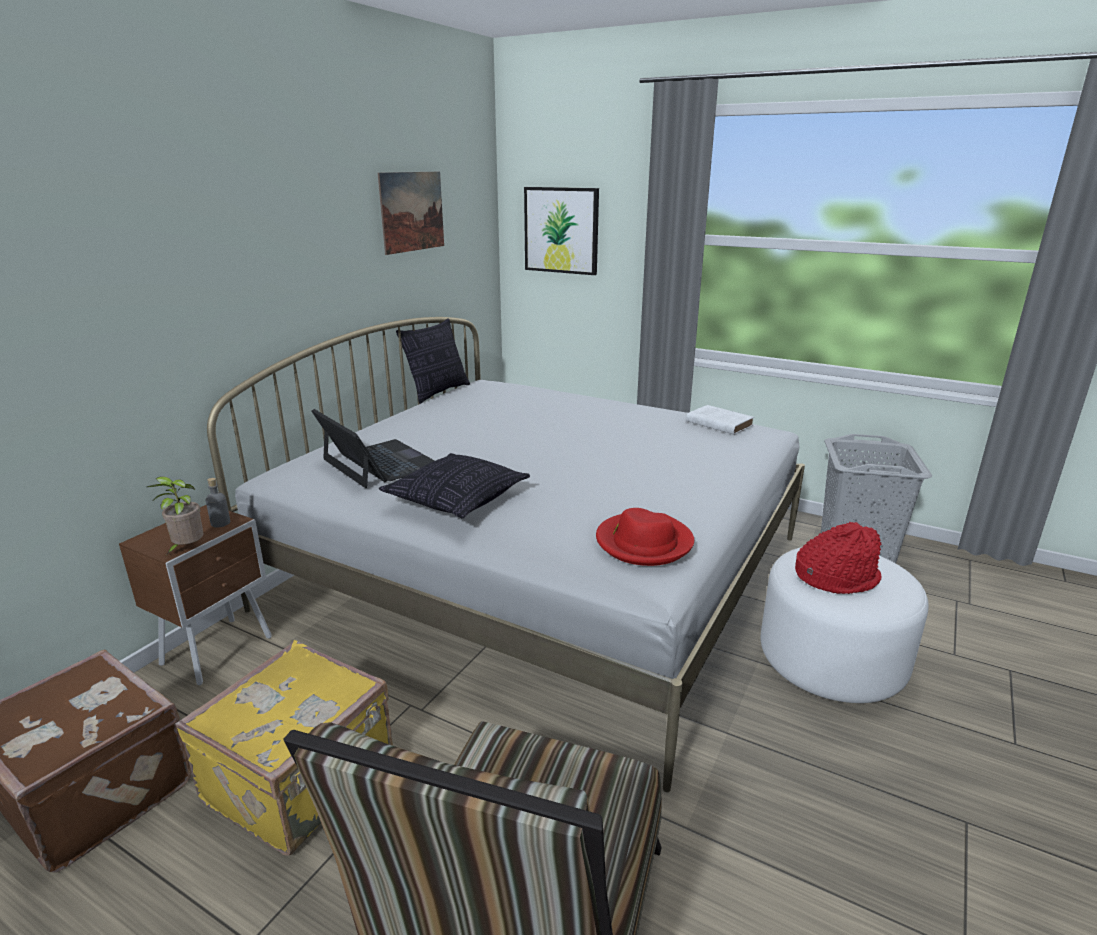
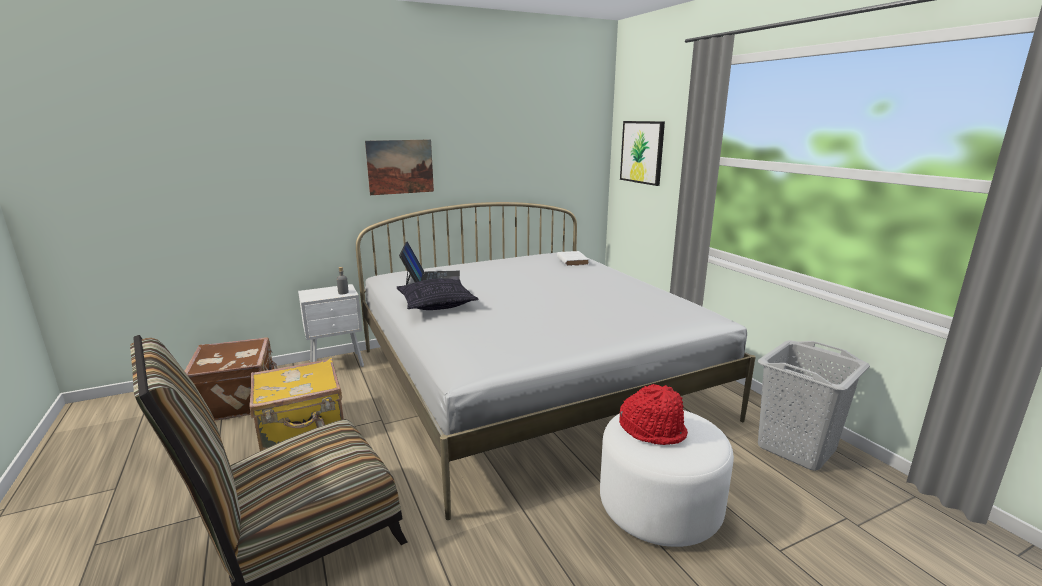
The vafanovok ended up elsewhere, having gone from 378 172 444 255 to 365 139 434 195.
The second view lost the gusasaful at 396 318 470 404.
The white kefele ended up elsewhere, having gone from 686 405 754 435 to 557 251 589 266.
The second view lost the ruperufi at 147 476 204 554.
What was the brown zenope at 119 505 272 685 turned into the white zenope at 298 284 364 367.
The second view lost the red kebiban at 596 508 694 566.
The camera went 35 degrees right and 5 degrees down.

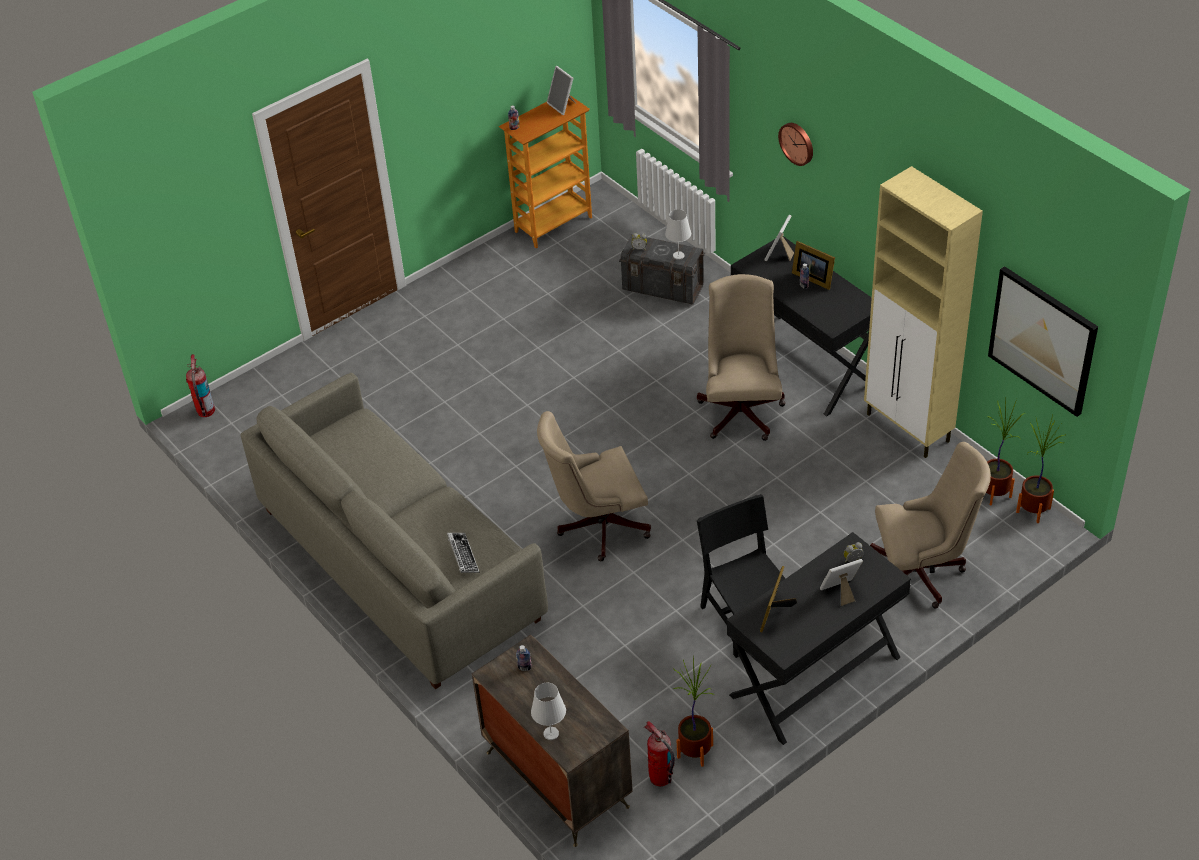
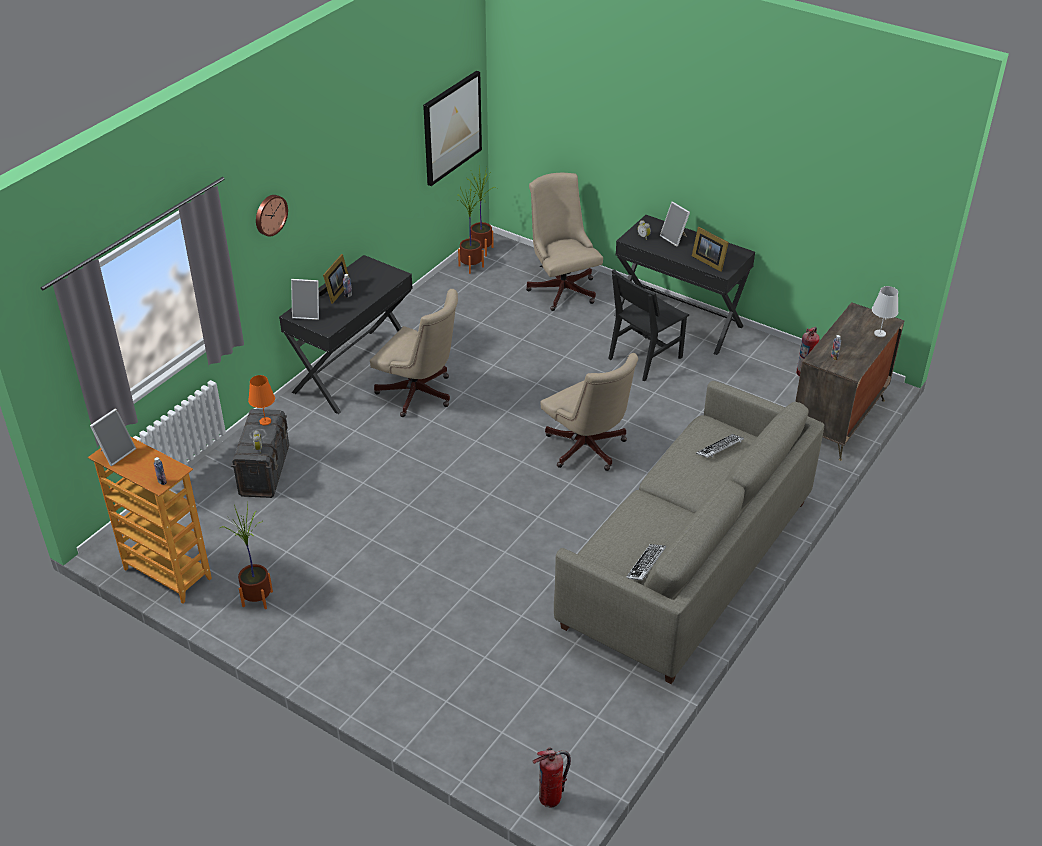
The second view lost the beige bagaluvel at 864 166 983 458.
What was the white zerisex at 665 209 691 260 turned into the orange zerisex at 248 375 275 425.
The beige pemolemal at 697 274 786 441 ended up facing another way, 135 degrees counterclockwise from before.
The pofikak at 760 566 797 632 ended up facing another way, 45 degrees clockwise from before.
The ruperufi ended up elsewhere, having gone from 673 657 714 767 to 220 503 273 610.
The second view gained the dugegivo at 626 544 666 580.
The camera went 110 degrees left and 5 degrees down.

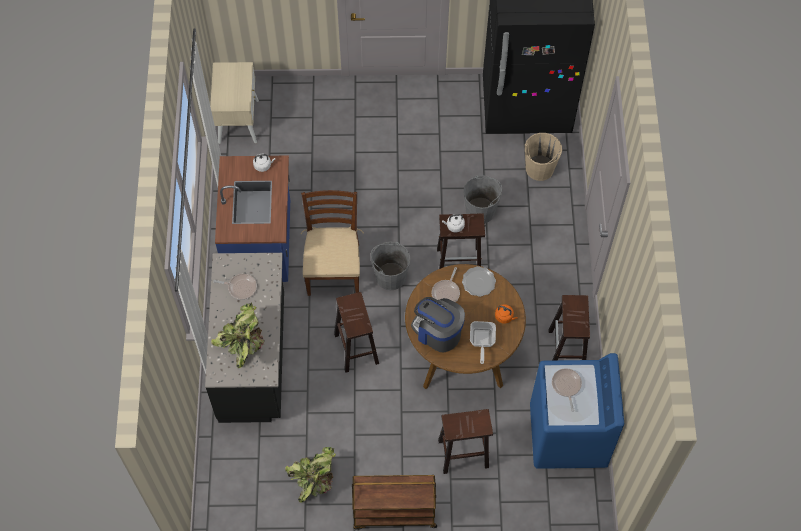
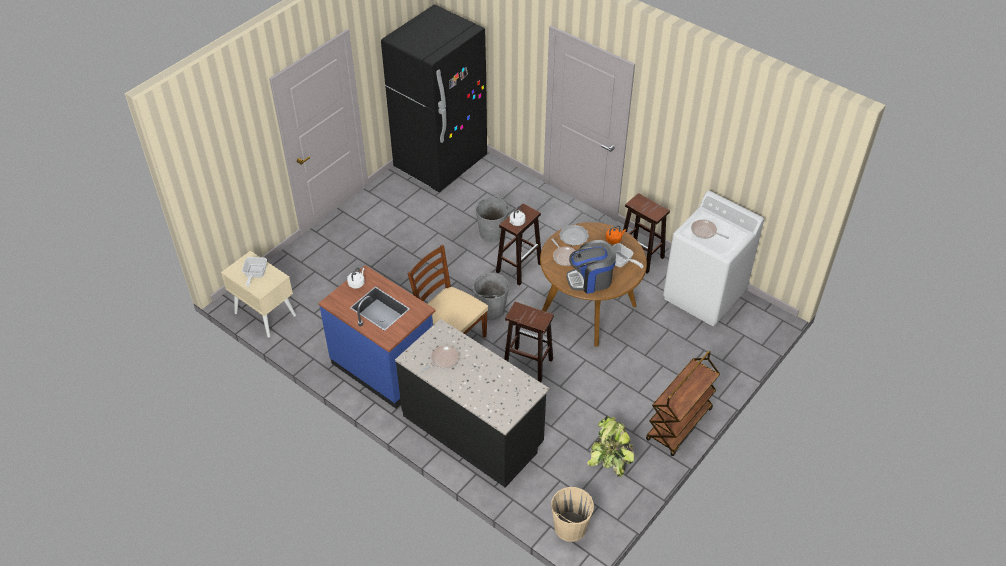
The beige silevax ended up elsewhere, having gone from 525 133 562 181 to 551 487 594 542.
The second view lost the ruperufi at 211 302 265 368.
What was the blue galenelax at 530 353 624 469 turned into the white galenelax at 663 191 764 326.
The second view lost the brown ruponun at 438 409 493 474.
The second view gained the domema at 242 257 267 287.
The camera went 50 degrees left and 15 degrees down.

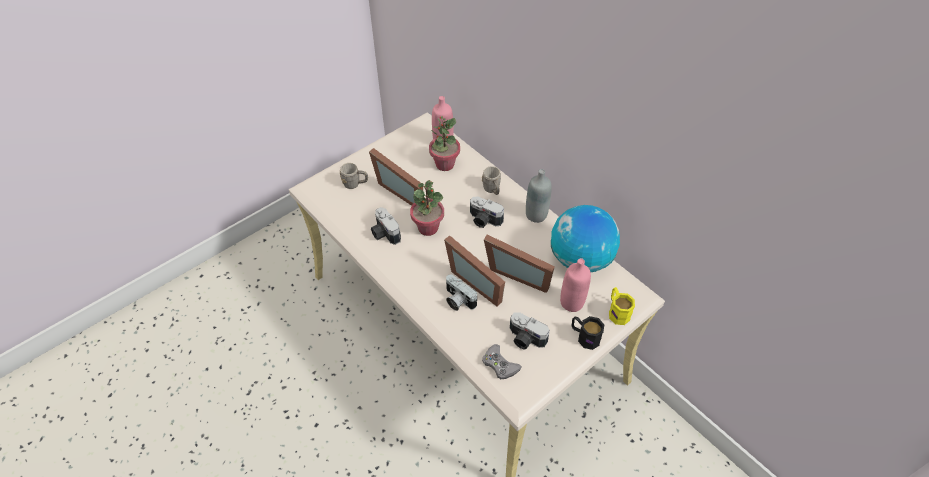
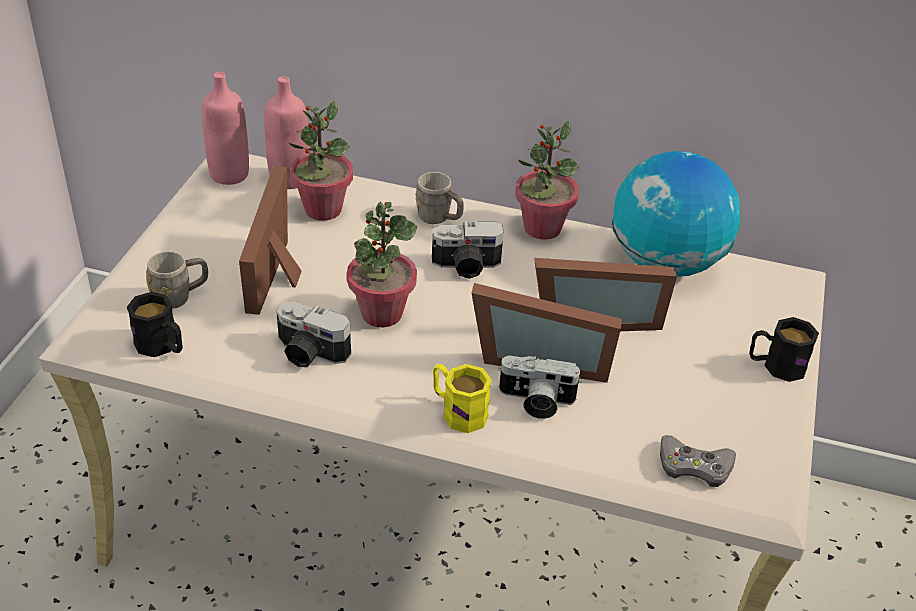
The pofikak at 369 148 423 206 ended up facing another way, 90 degrees clockwise from before.
Where the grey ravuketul stood at 526 169 552 223, the ruperufi came to stand at 515 120 579 240.
The pink ravuketul ended up elsewhere, having gone from 560 258 591 312 to 202 72 249 185.
The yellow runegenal ended up elsewhere, having gone from 609 287 635 325 to 433 364 492 433.
The second view lost the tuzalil at 510 313 550 350.
The second view gained the black runegenal at 127 292 183 357.
The camera went 35 degrees left and 10 degrees down.

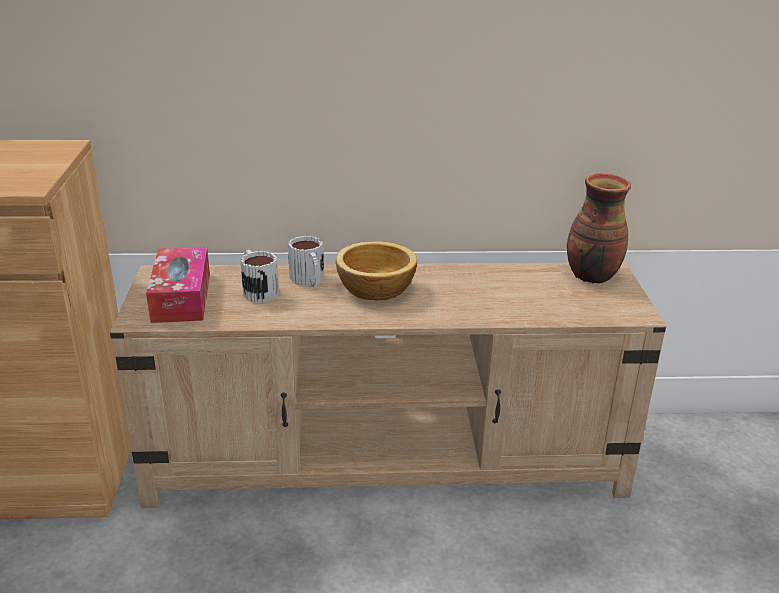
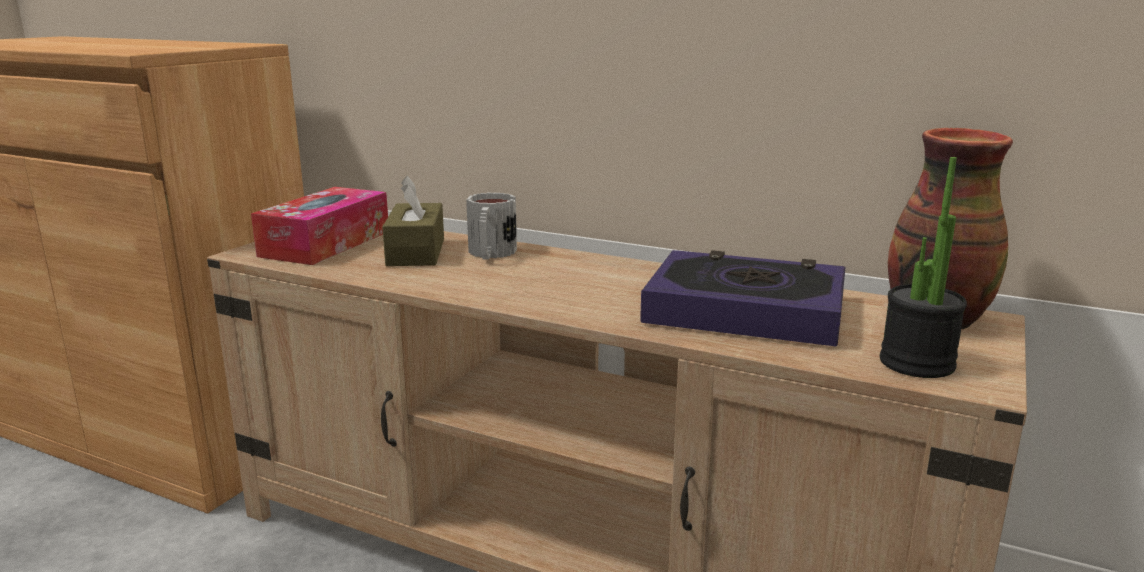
The second view lost the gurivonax at 336 241 417 300.
Where the runegenal stood at 240 250 279 303, the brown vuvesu came to stand at 382 176 444 266.
The second view gained the ruperufi at 880 157 967 378.
The second view gained the kefele at 640 250 846 346.
The camera went 30 degrees right and 10 degrees down.

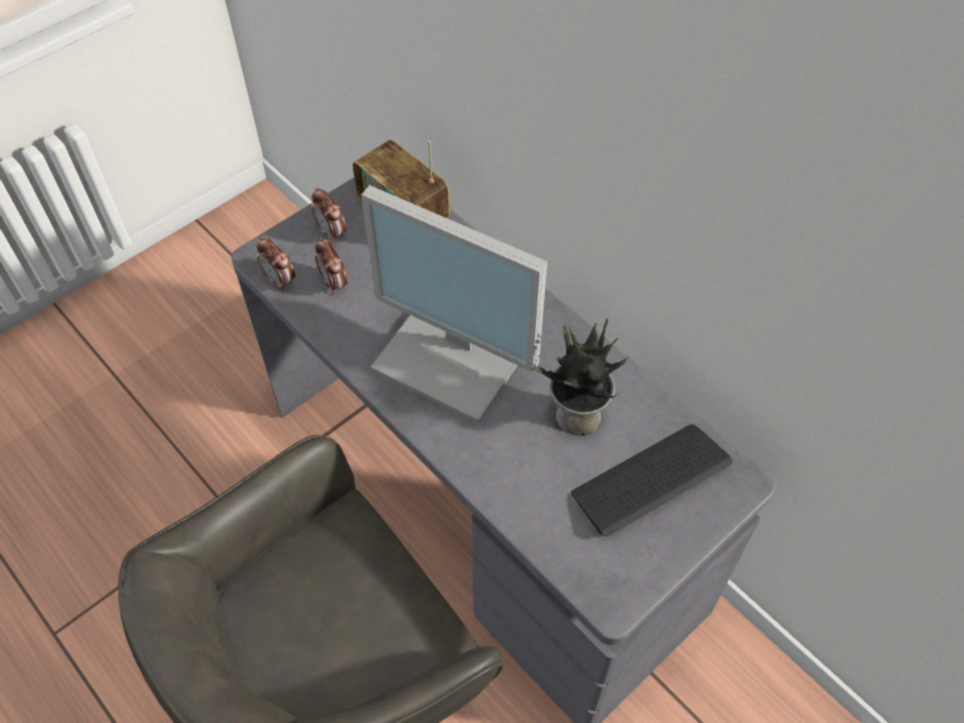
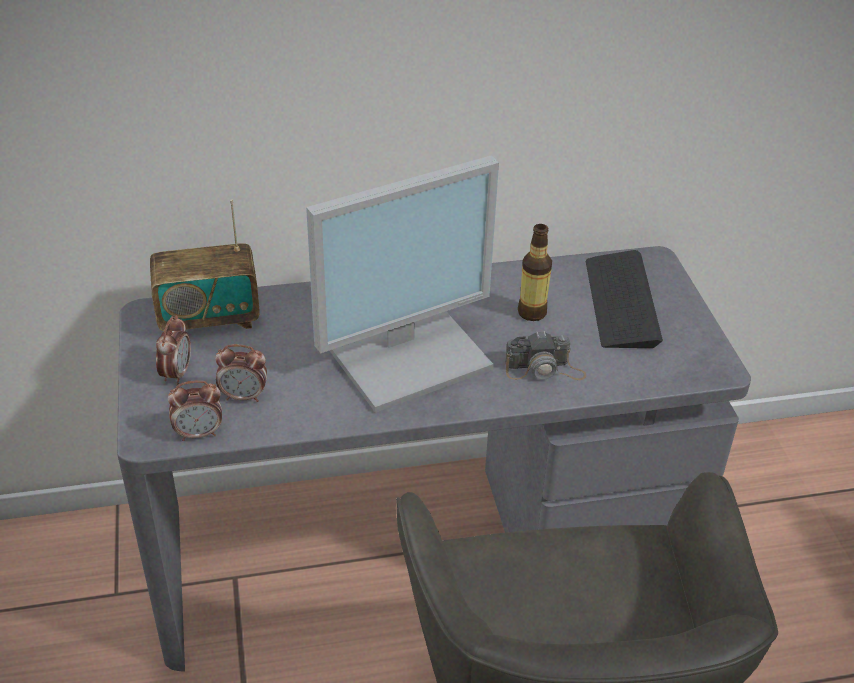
The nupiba at 311 188 346 243 ended up facing another way, 75 degrees counterclockwise from before.
Where the ruperufi stood at 526 319 628 436, the ravuketul came to stand at 518 224 552 321.
The second view gained the tuzalil at 505 331 586 380.
The camera went 60 degrees left and 15 degrees down.

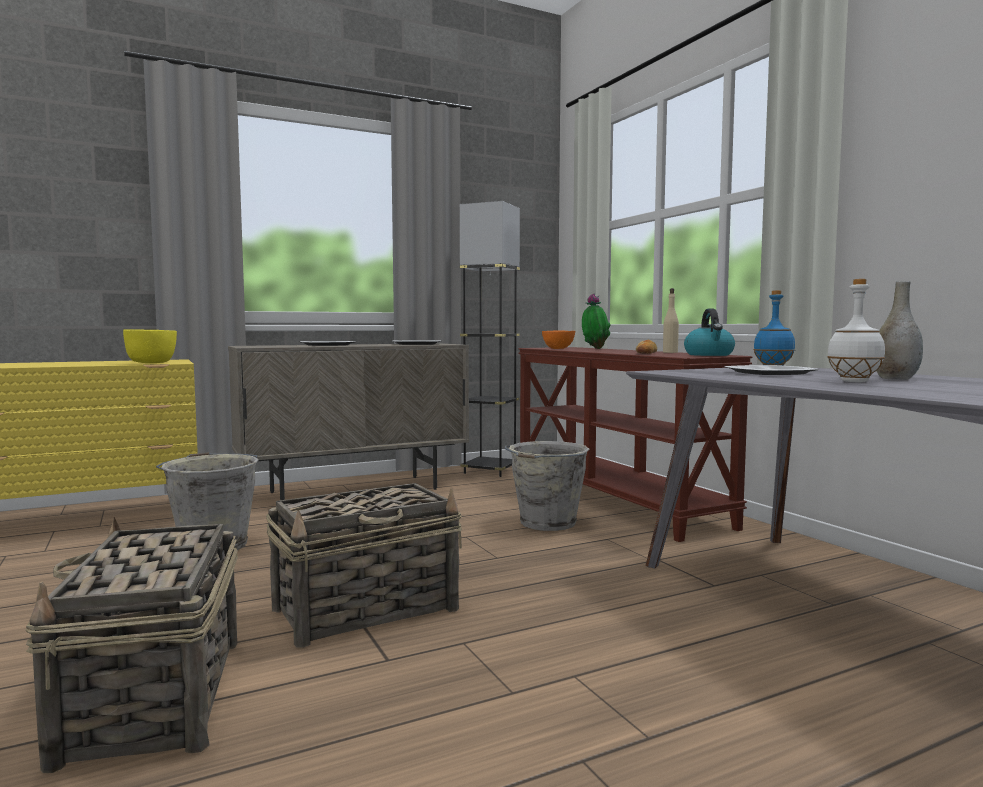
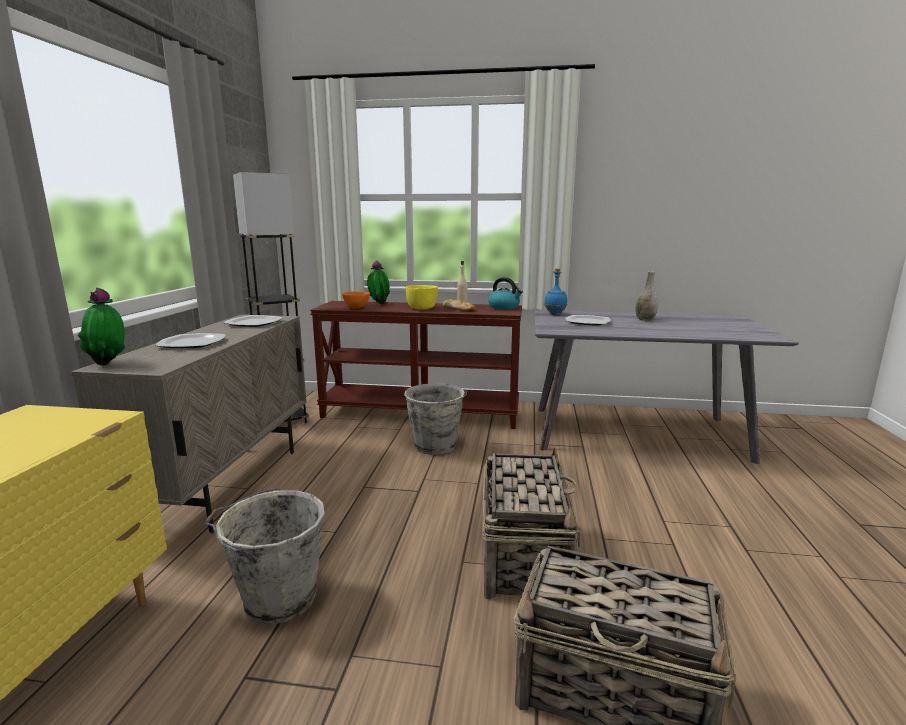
The second view lost the white ravuketul at 827 279 885 382.
The yellow gurivonax ended up elsewhere, having gone from 123 330 177 363 to 406 285 438 310.
The second view gained the ruperufi at 78 288 125 366.
The camera went 55 degrees left and 10 degrees up.

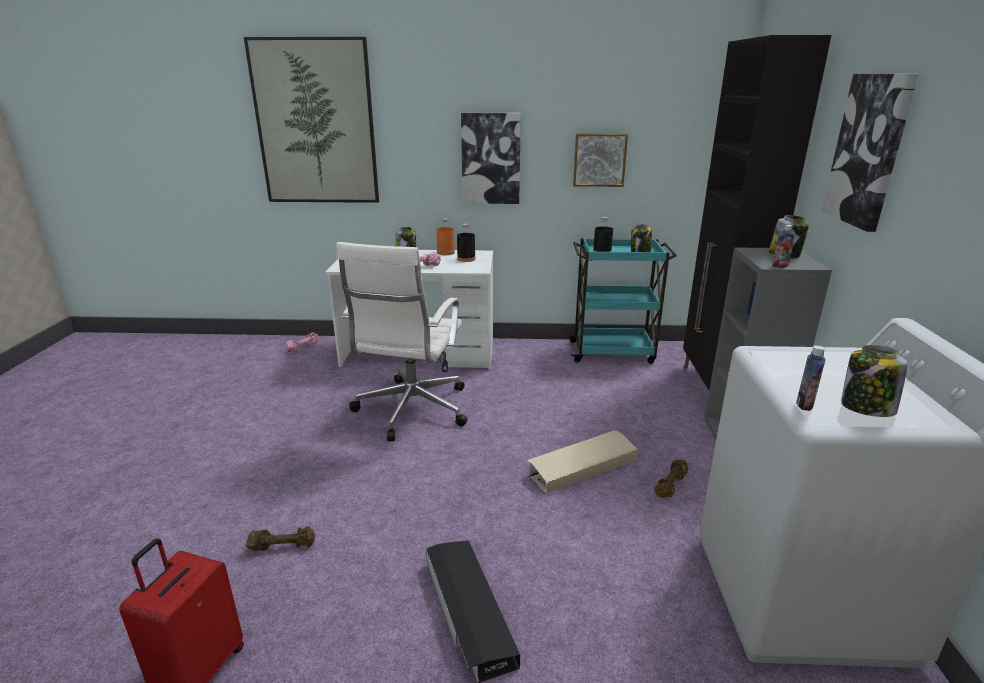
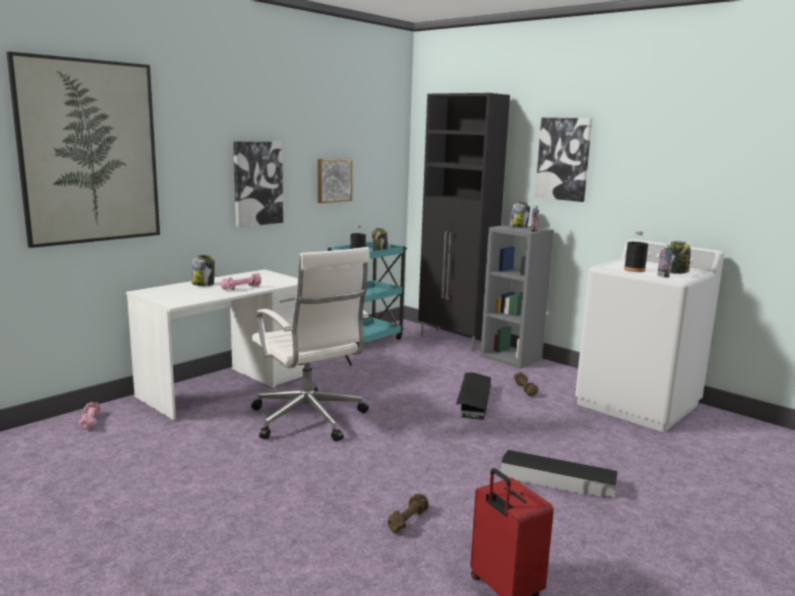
The second view lost the orange ravuketul at 436 218 455 255.
The black ravuketul ended up elsewhere, having gone from 457 224 476 262 to 624 231 648 272.
What was the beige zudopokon at 527 430 638 494 turned into the black zudopokon at 456 372 491 420.
The camera went 50 degrees left and 10 degrees down.

